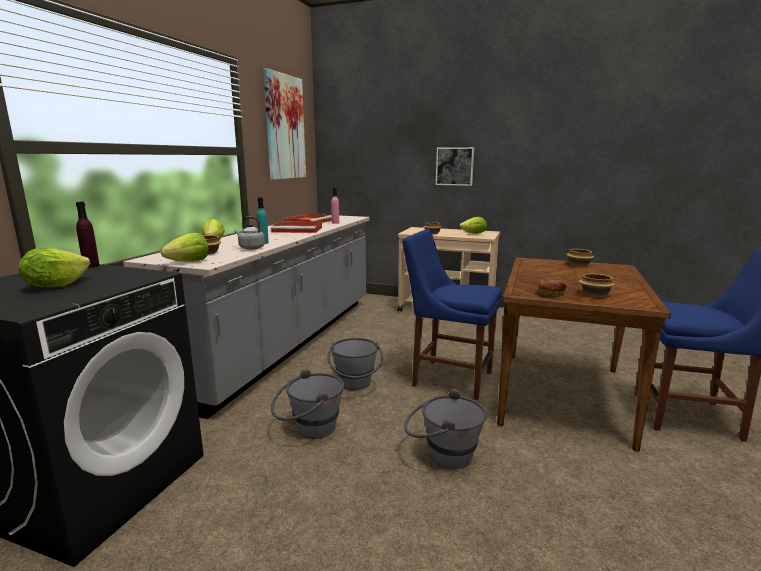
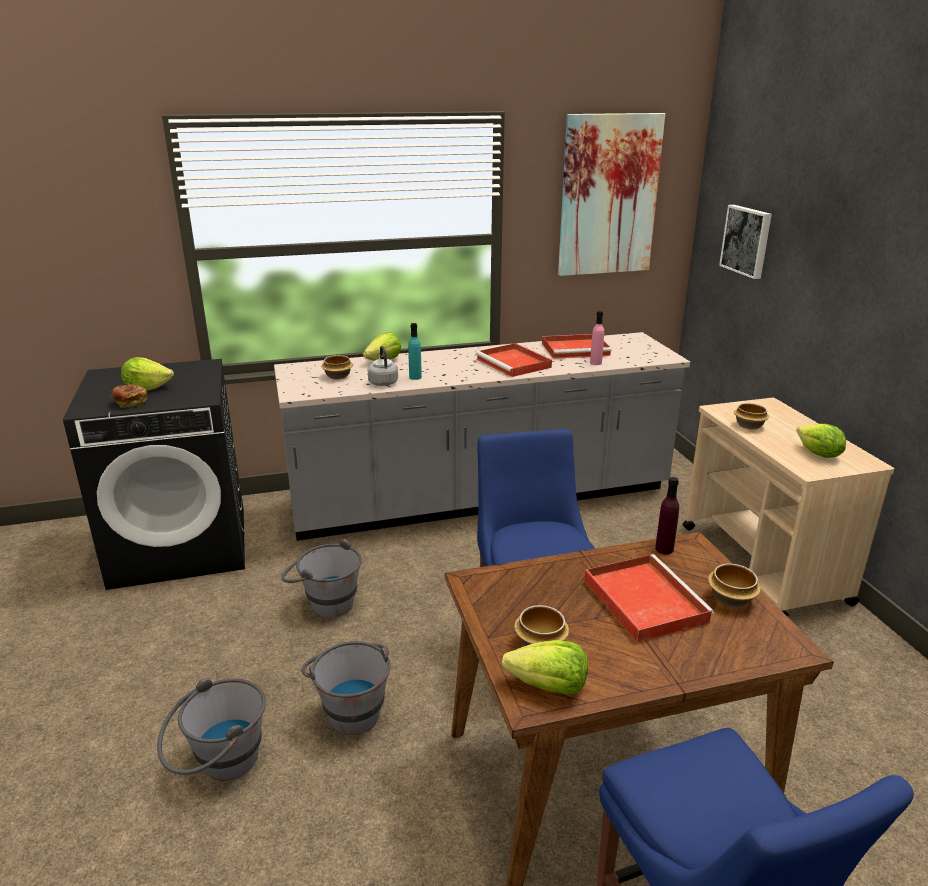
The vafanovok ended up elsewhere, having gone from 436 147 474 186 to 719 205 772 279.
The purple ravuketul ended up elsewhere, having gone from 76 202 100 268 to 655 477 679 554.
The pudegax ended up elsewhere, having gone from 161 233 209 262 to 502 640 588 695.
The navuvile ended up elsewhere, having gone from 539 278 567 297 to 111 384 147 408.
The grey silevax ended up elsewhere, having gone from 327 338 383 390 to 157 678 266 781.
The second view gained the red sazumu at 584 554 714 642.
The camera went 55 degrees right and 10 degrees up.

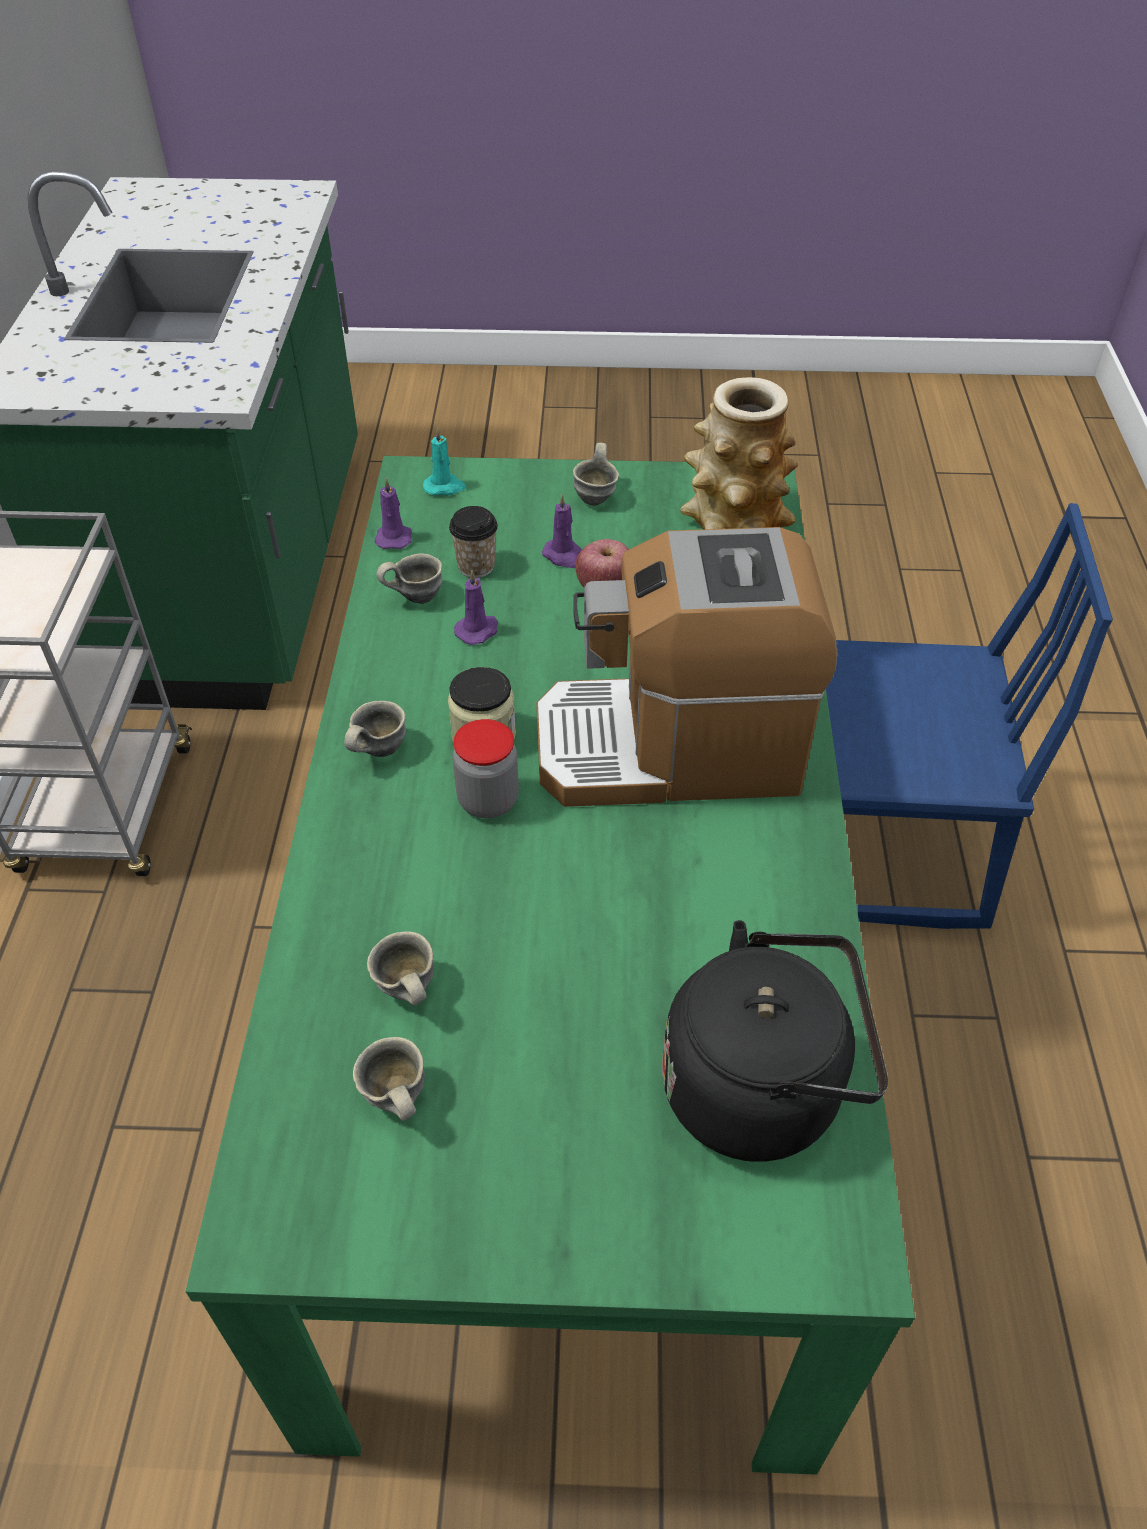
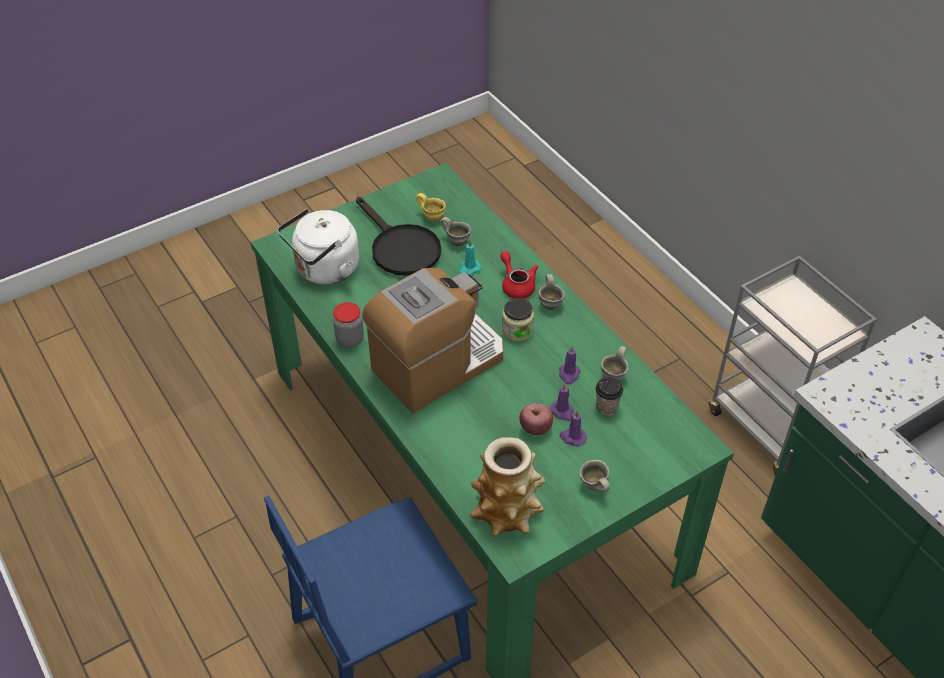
The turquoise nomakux ended up elsewhere, having gone from 423 426 467 495 to 459 241 481 275.
The purple nomakux ended up elsewhere, having gone from 374 478 412 549 to 550 383 574 421.
The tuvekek ended up elsewhere, having gone from 453 719 519 818 to 333 302 364 348.
What was the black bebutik at 662 920 888 1162 turned into the white bebutik at 277 209 359 285.
What was the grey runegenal at 353 1037 425 1121 turned into the yellow runegenal at 416 193 446 222.
The second view gained the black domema at 356 197 441 276.
The second view gained the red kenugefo at 500 251 538 299.
The camera went 145 degrees right and 0 degrees up.

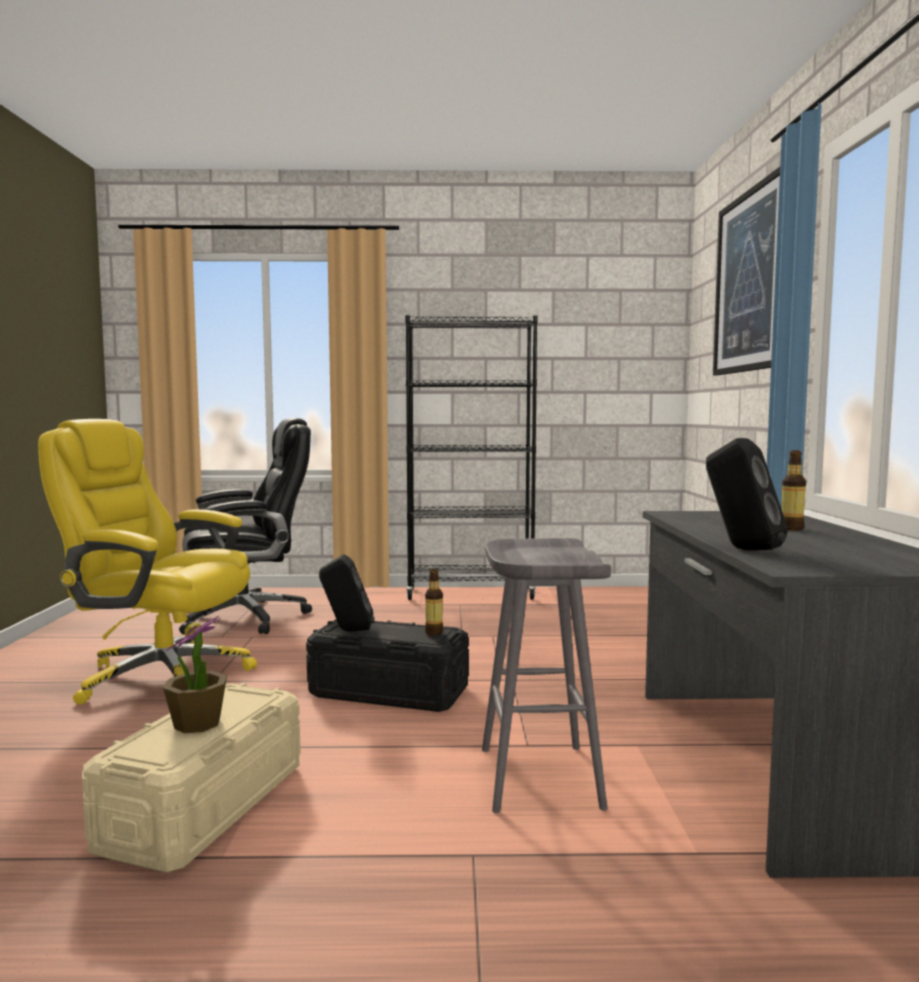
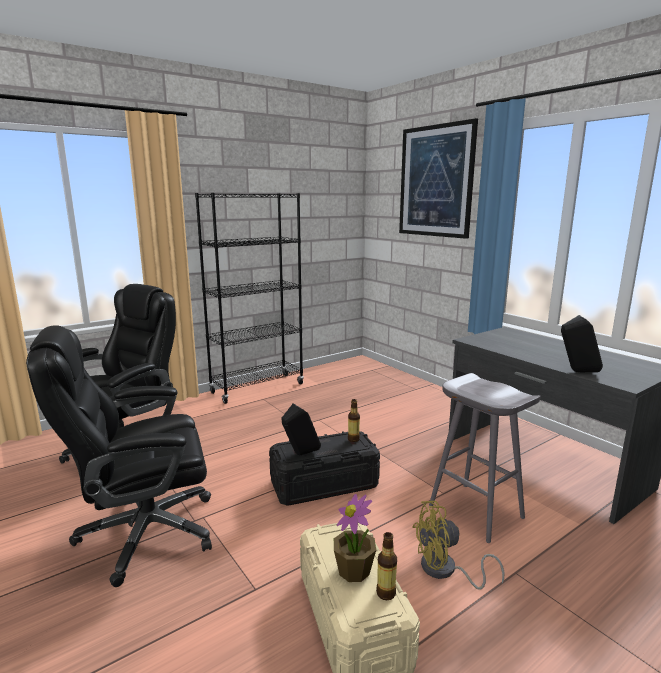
What was the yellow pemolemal at 38 419 257 705 turned into the black pemolemal at 26 325 212 587.
The ravuketul ended up elsewhere, having gone from 782 450 806 531 to 376 532 397 600.
The second view gained the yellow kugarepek at 412 501 505 590.
The camera went 35 degrees left and 10 degrees up.

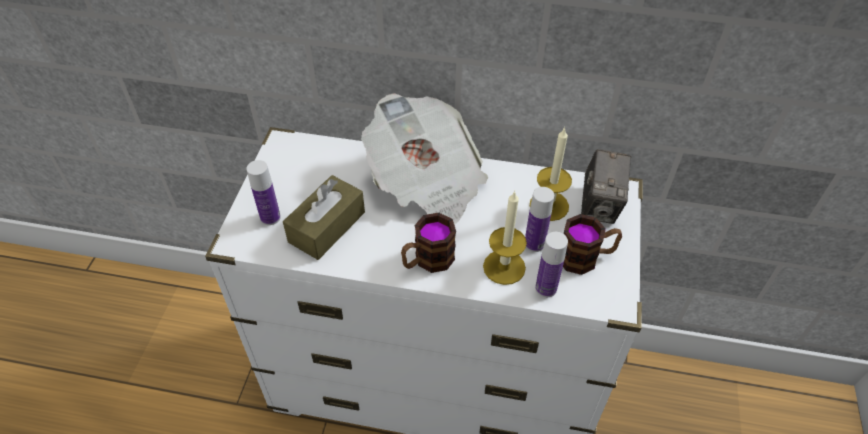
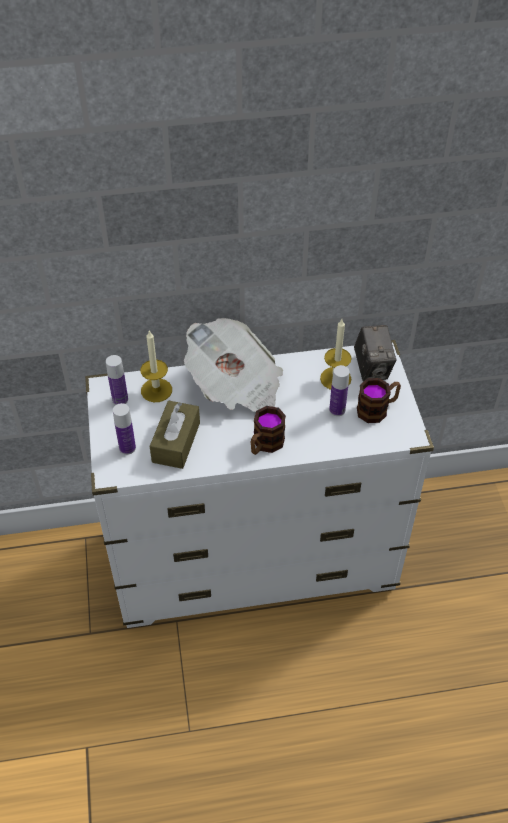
The nomakux ended up elsewhere, having gone from 483 191 527 285 to 140 330 172 402.
The ravuketul ended up elsewhere, having gone from 535 232 568 297 to 106 355 128 405.
The camera went 20 degrees left and 0 degrees up.

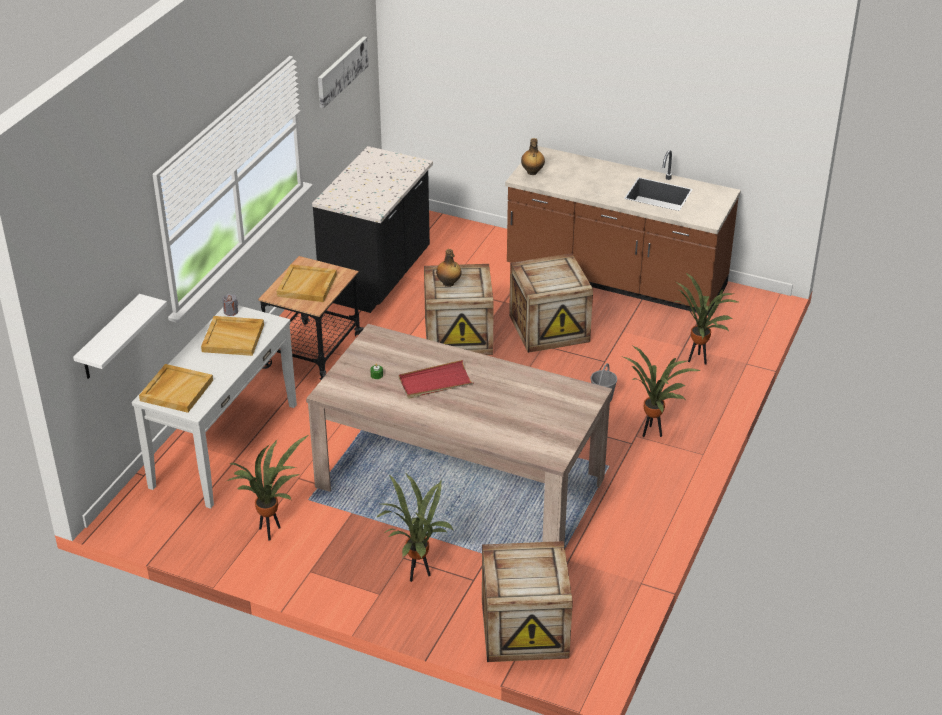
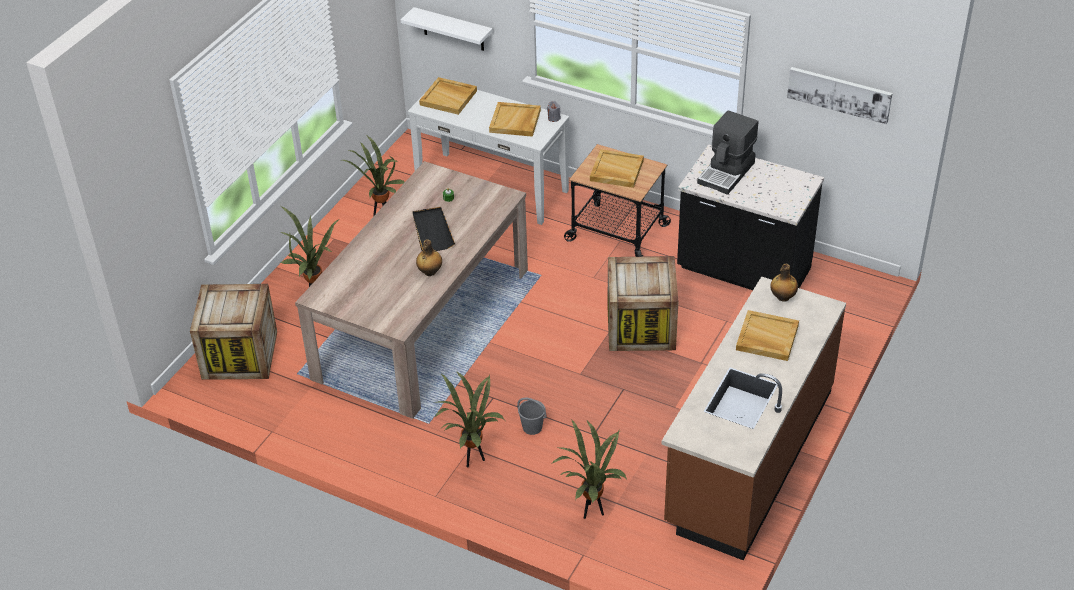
The ravuketul ended up elsewhere, having gone from 436 249 461 287 to 416 240 442 276.
The second view lost the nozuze at 509 253 593 353.
What was the red sazumu at 399 360 474 399 turned into the black sazumu at 412 207 455 251.
The second view gained the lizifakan at 697 110 758 195.
The second view gained the beige sazumu at 736 310 799 361.
The camera went 95 degrees right and 5 degrees up.

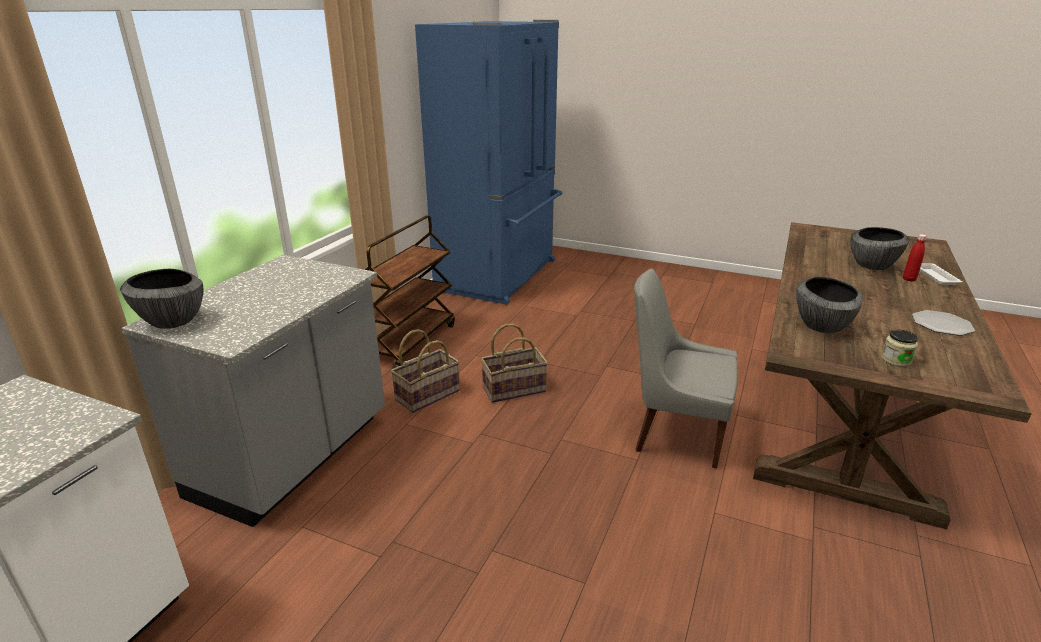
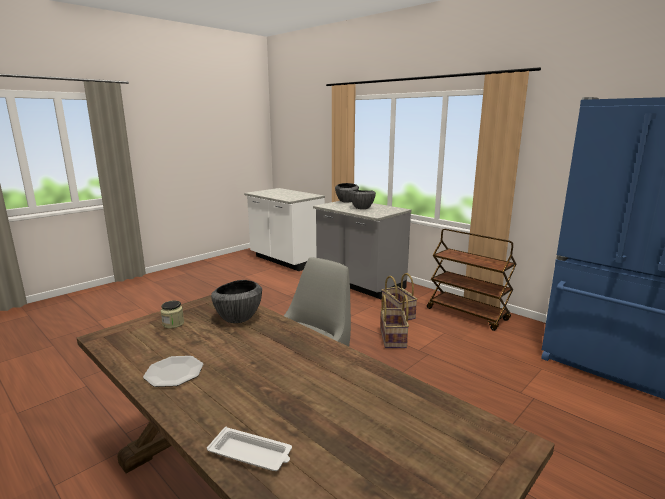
The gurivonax ended up elsewhere, having gone from 851 227 909 270 to 350 190 376 209.
The second view lost the red ravuketul at 903 234 927 282.
The camera went 110 degrees right and 10 degrees down.

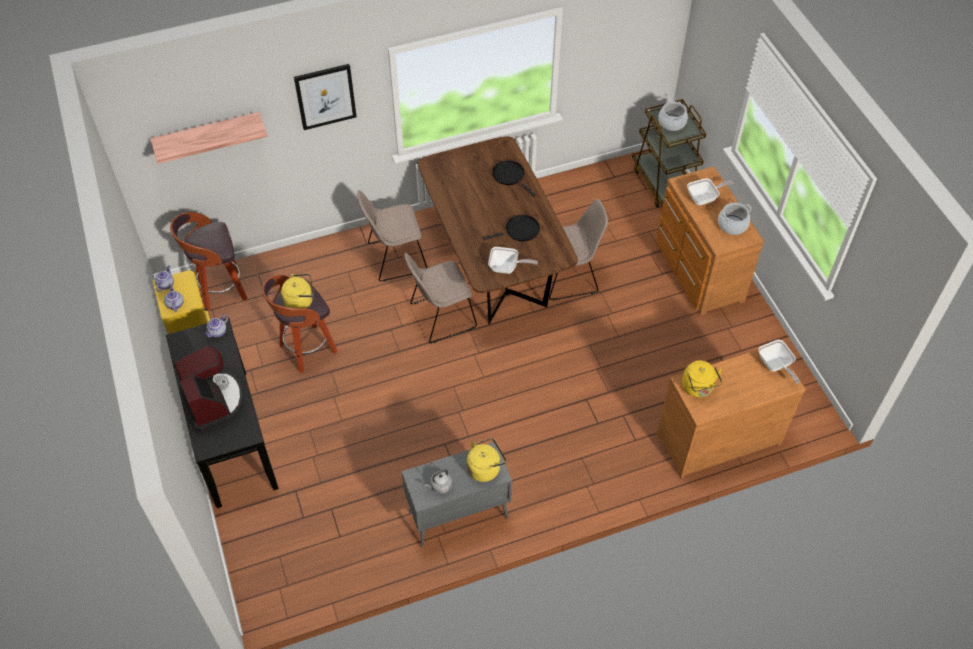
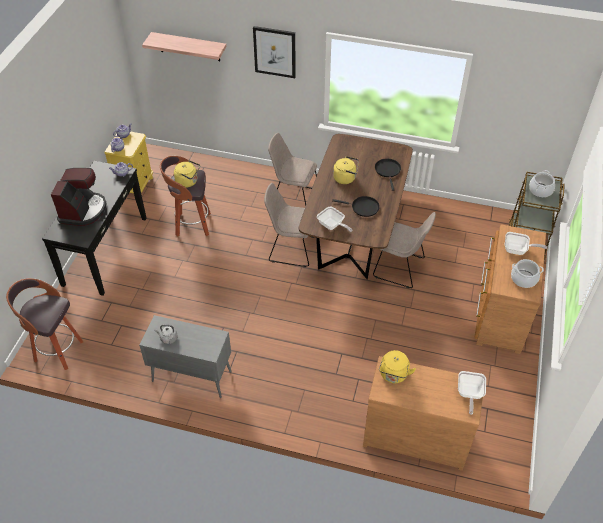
The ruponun ended up elsewhere, having gone from 170 212 247 311 to 6 278 83 370.
The yellow bebutik ended up elsewhere, having gone from 467 438 506 482 to 333 156 359 184.
The camera went 35 degrees right and 5 degrees down.

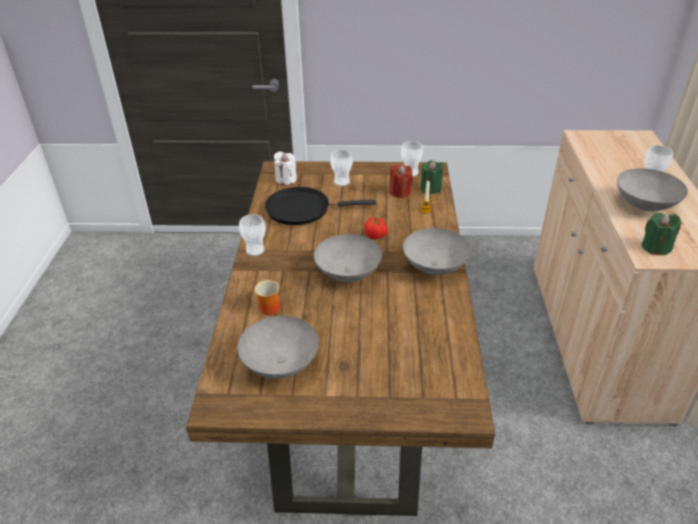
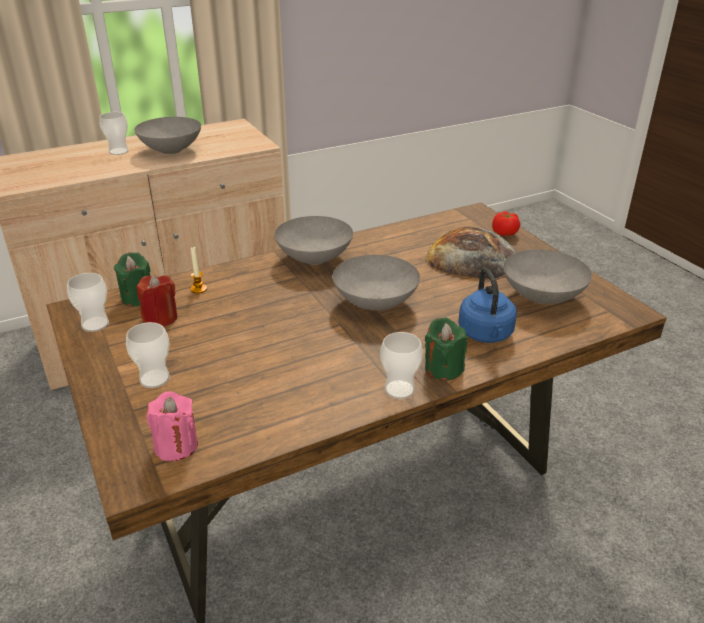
What was the white nomakux at 274 151 297 185 turned into the pink nomakux at 146 392 198 461.
The second view lost the black domema at 265 187 376 225.
The green nomakux ended up elsewhere, having gone from 642 213 681 255 to 425 318 467 381.
The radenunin ended up elsewhere, having gone from 364 218 388 240 to 492 211 520 236.
Where the runegenal stood at 254 280 280 315, the blue bebutik came to stand at 458 268 517 343.
The second view gained the navuvile at 425 227 517 279.
The camera went 120 degrees left and 5 degrees down.

